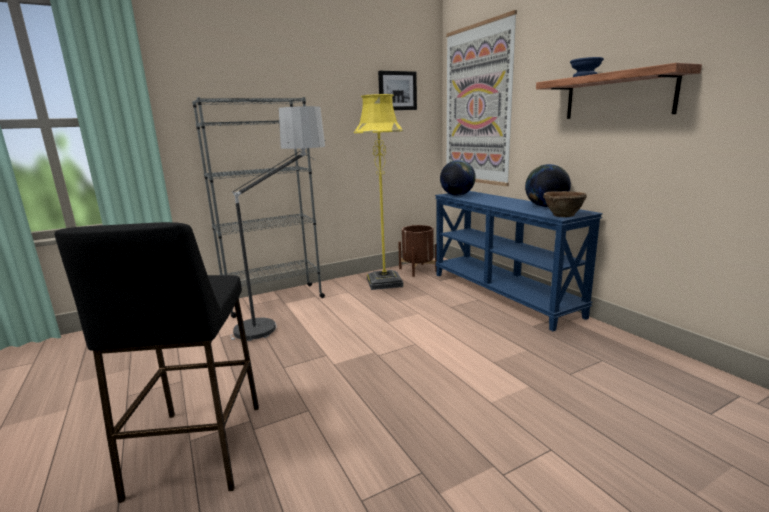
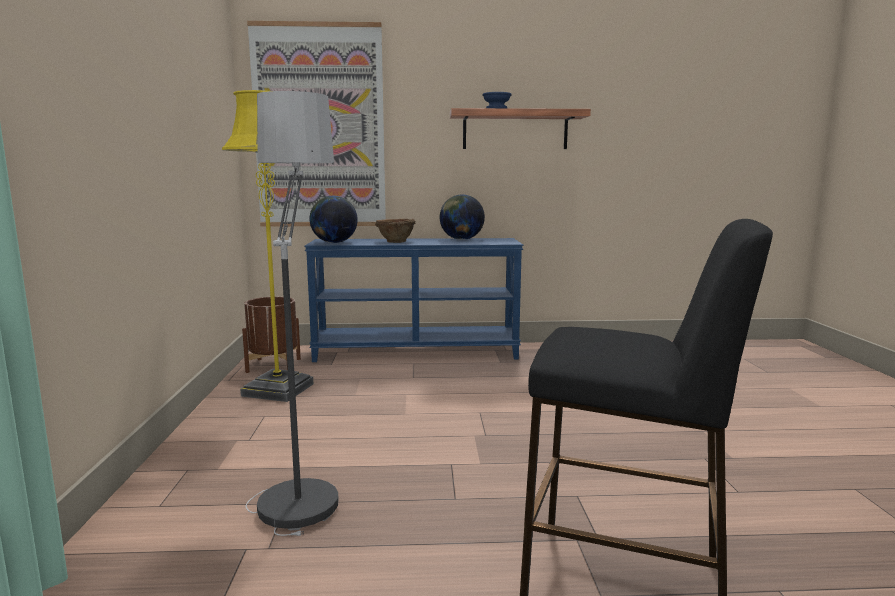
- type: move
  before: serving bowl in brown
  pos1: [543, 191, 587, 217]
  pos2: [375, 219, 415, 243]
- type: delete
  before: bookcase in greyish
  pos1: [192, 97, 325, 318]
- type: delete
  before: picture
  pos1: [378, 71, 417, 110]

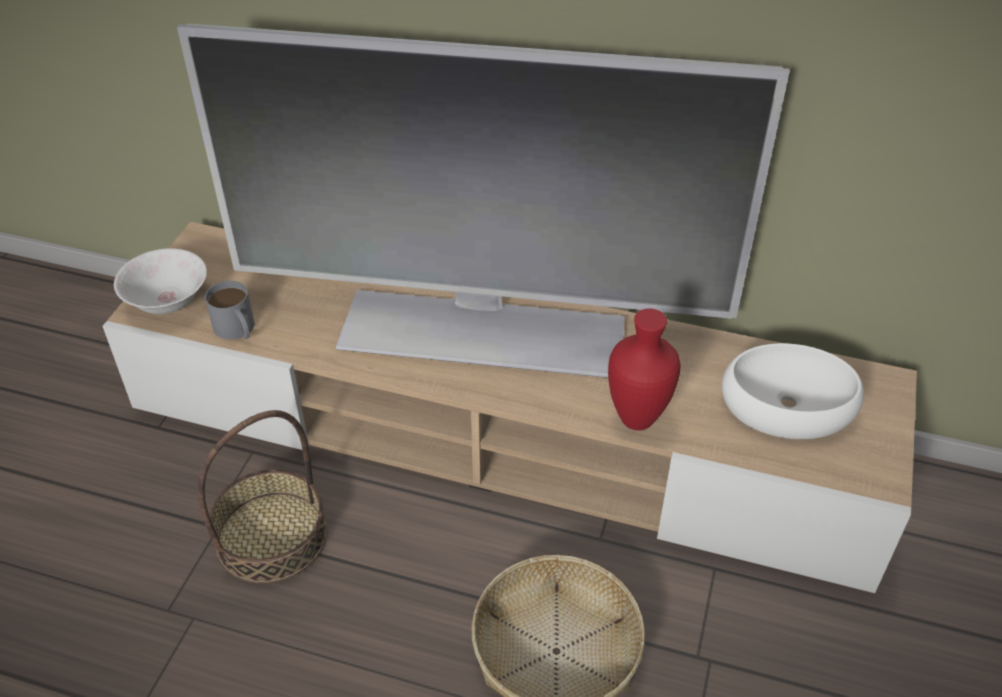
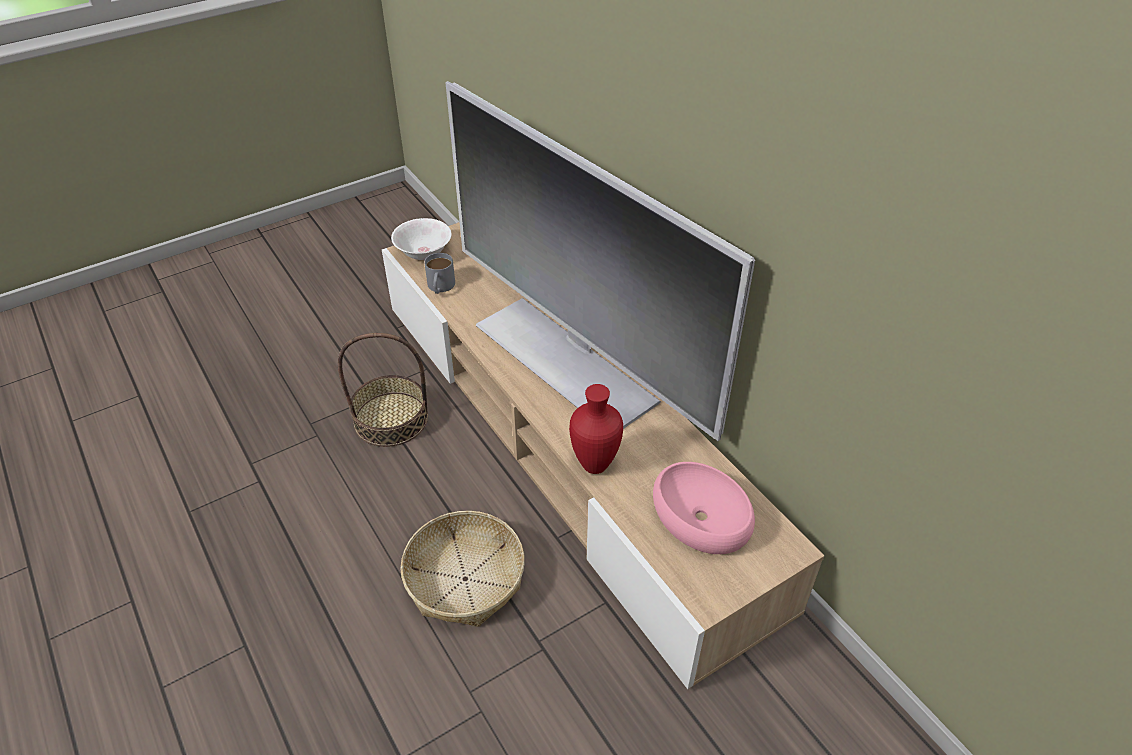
- type: recolor
  before: serving bowl in white-coloured
  after: serving bowl in pinkish
  pos1: [722, 343, 864, 439]
  pos2: [653, 462, 755, 554]

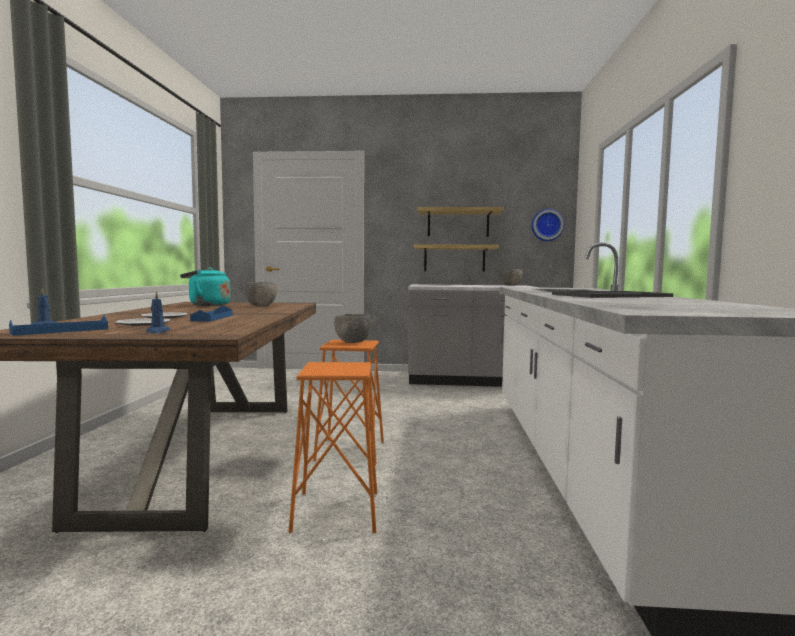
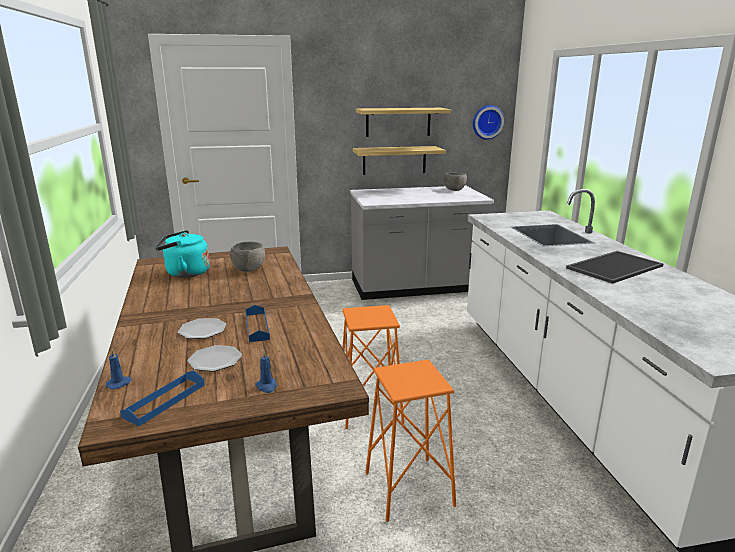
- type: delete
  before: serving bowl in greyish
  pos1: [334, 314, 371, 343]

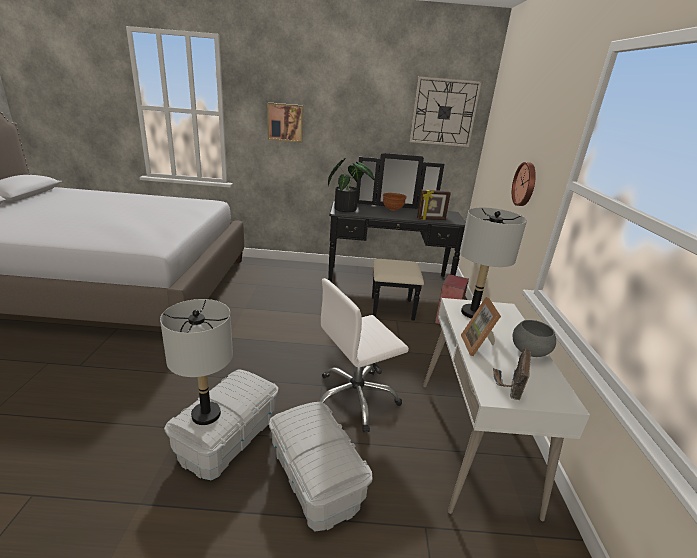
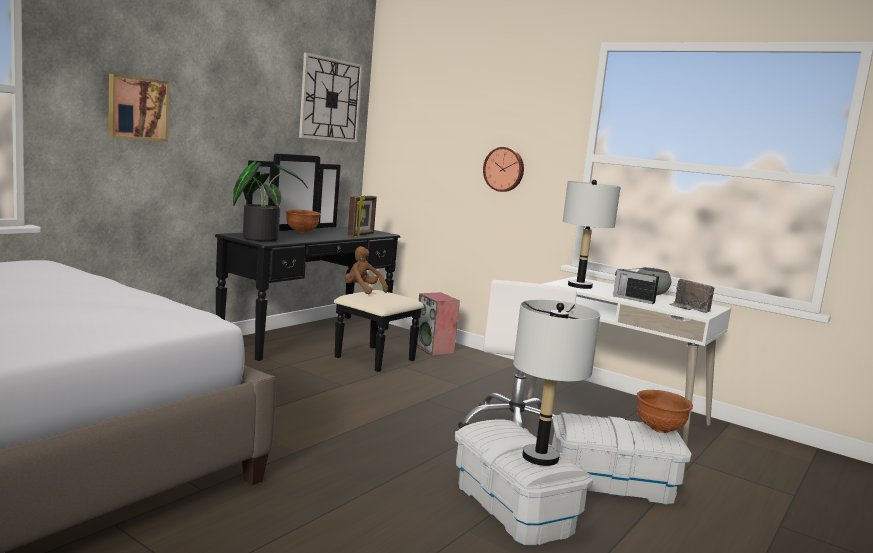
- type: insert
  after: plush toy in brown
  pos2: [345, 246, 388, 294]
- type: replace
  before: standing frame
  after: radio receiver
  pos1: [461, 297, 501, 356]
  pos2: [613, 267, 659, 304]
- type: insert
  after: serving bowl in brown
  pos2: [636, 390, 693, 433]

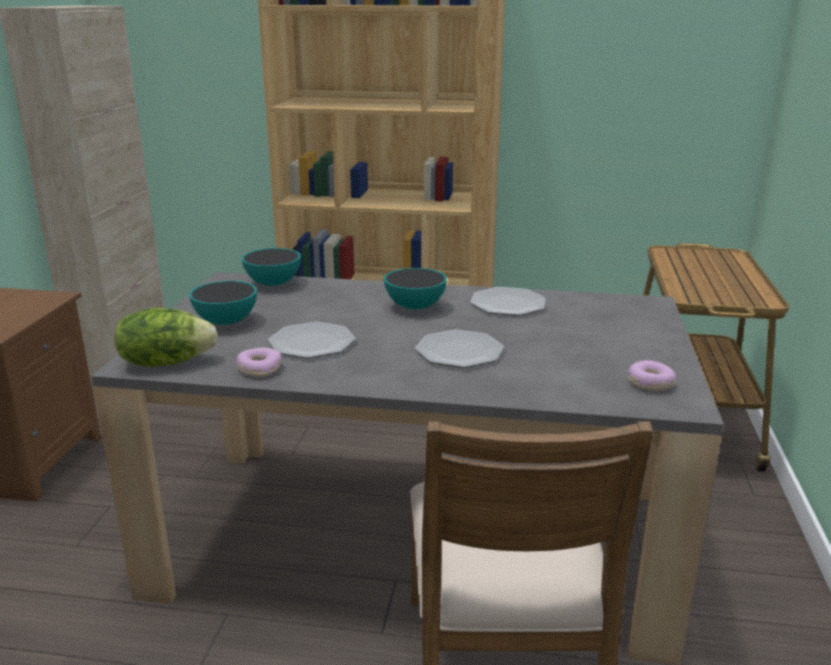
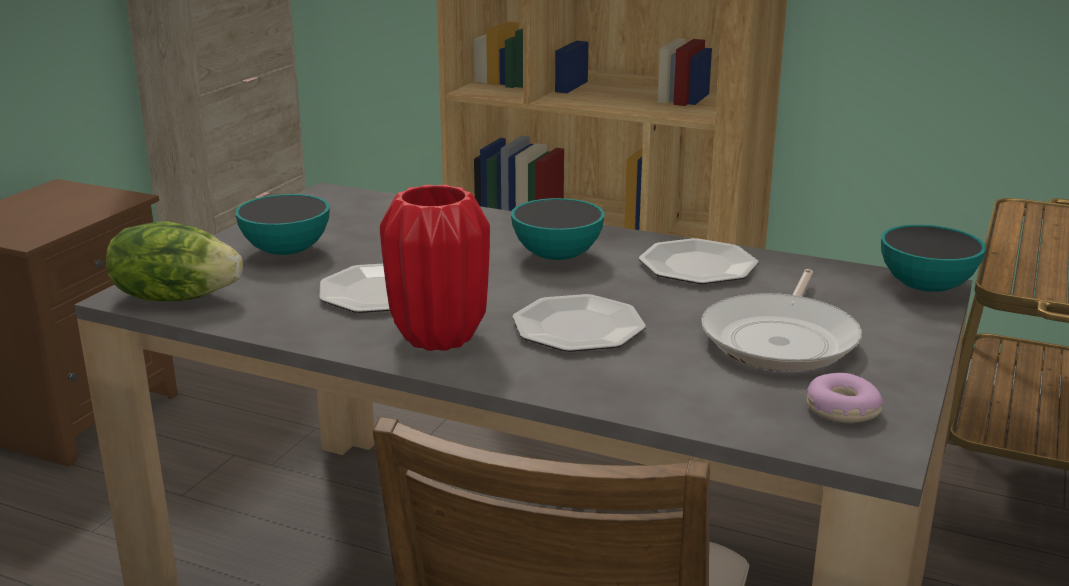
- type: insert
  after: flower vase in red-coloured
  pos2: [380, 184, 490, 351]
- type: insert
  after: frying pan
  pos2: [701, 269, 862, 371]
- type: move
  before: serving bowl
  pos1: [242, 248, 301, 286]
  pos2: [881, 225, 986, 292]
- type: delete
  before: doughnut
  pos1: [236, 348, 282, 377]

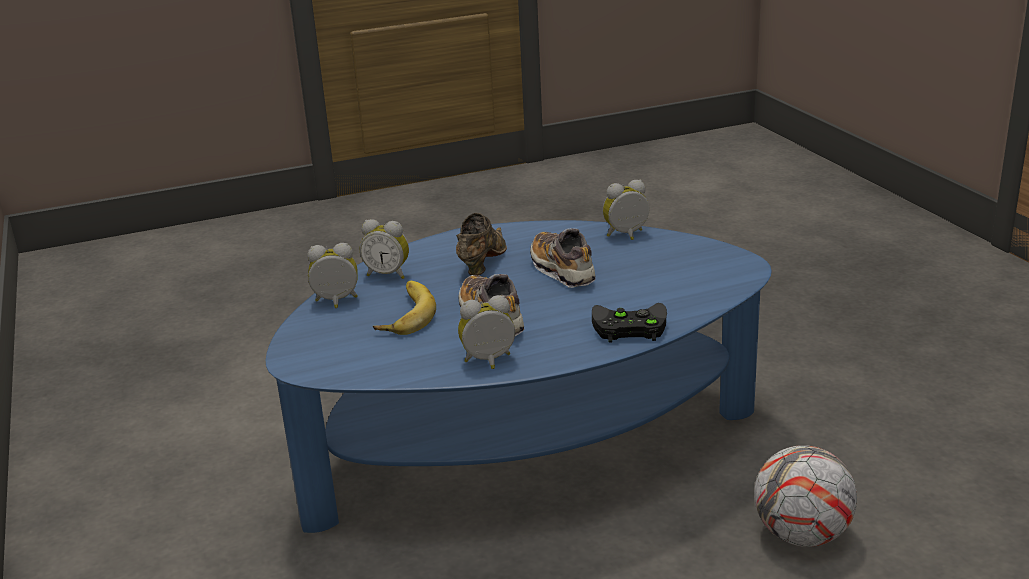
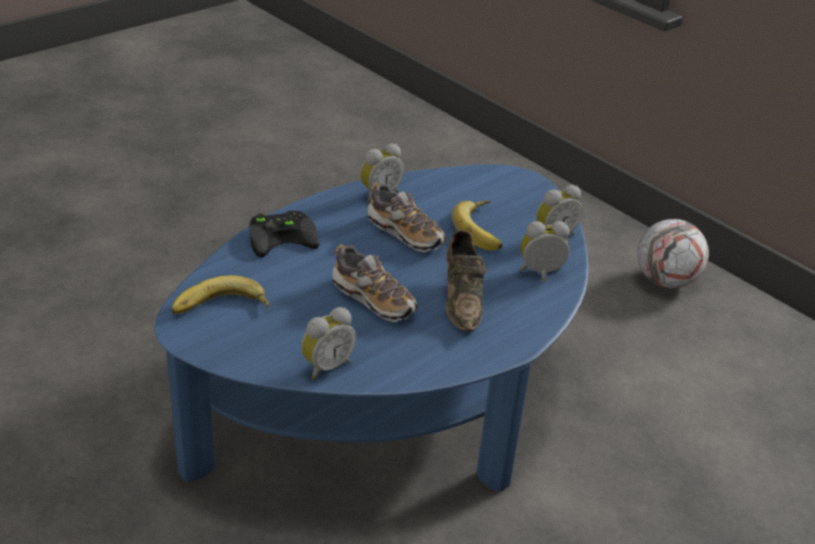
- type: insert
  after: whole banana
  pos2: [171, 275, 269, 314]
- type: move
  before: football
  pos1: [754, 445, 857, 547]
  pos2: [637, 219, 709, 288]

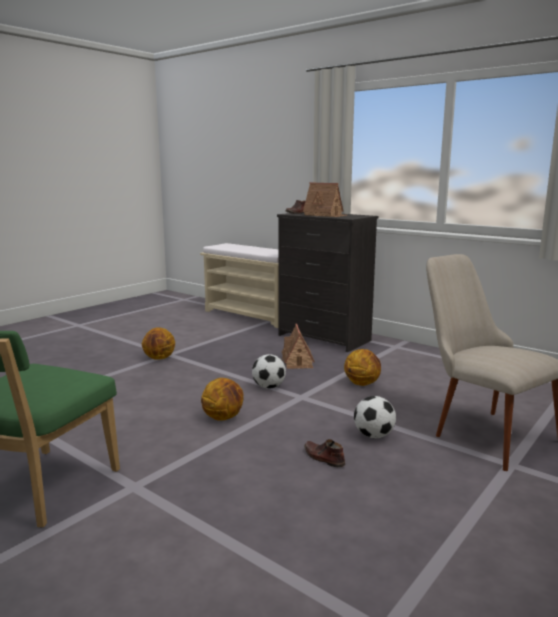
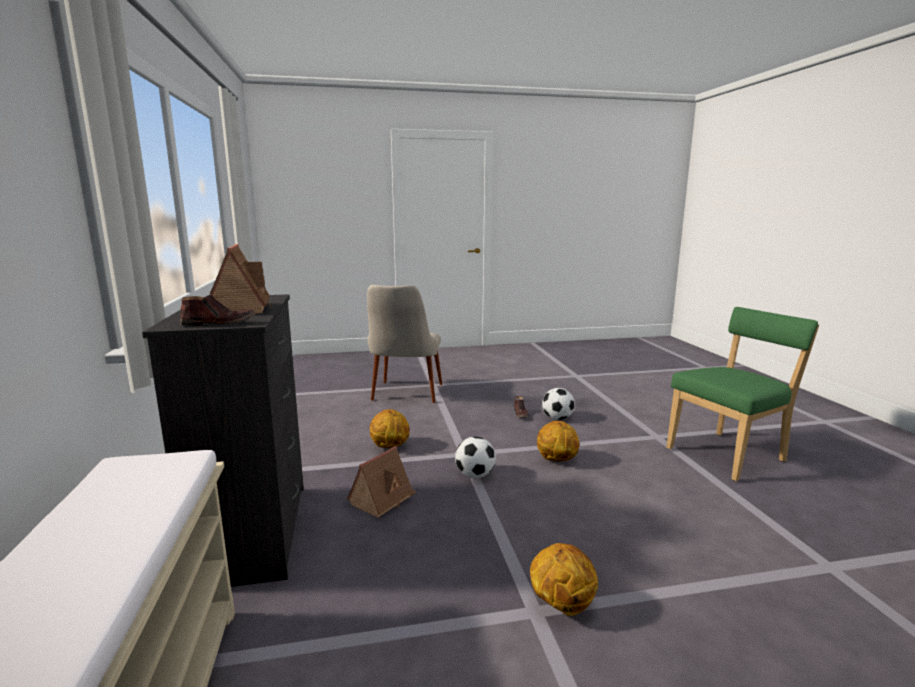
- type: move
  before: football
  pos1: [354, 396, 396, 438]
  pos2: [542, 388, 575, 420]

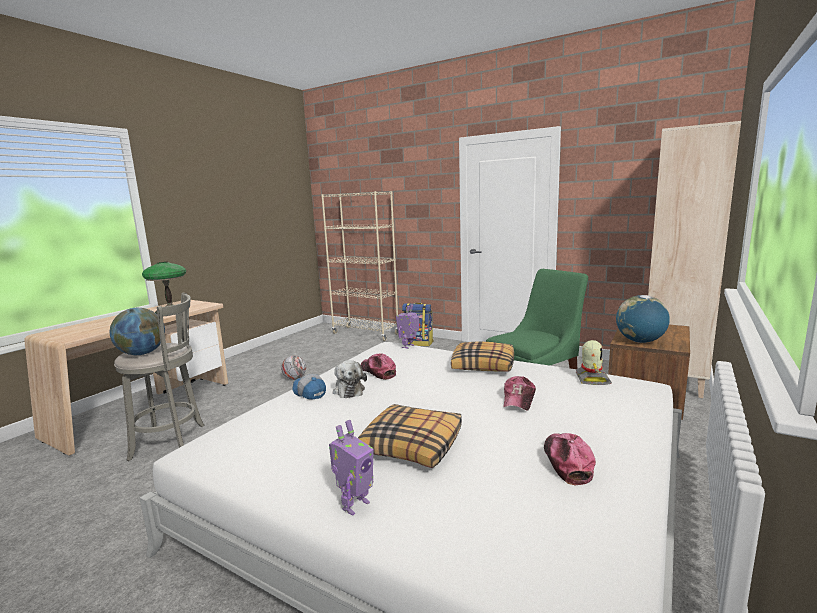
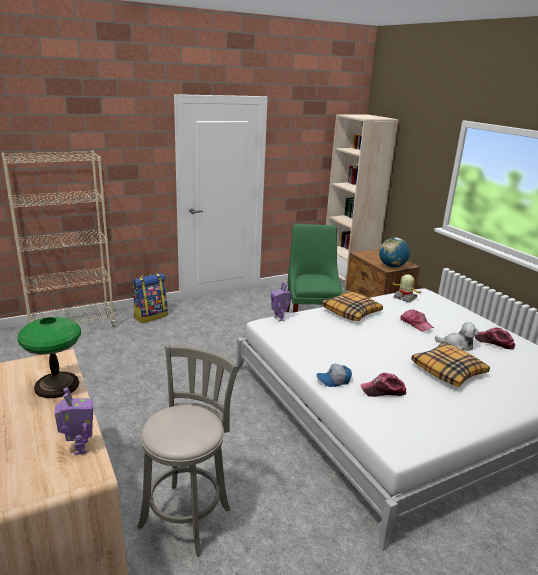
- type: move
  before: toy robot
  pos1: [329, 420, 374, 516]
  pos2: [55, 388, 93, 455]
- type: move
  before: cap
  pos1: [361, 354, 396, 380]
  pos2: [360, 373, 406, 397]
- type: move
  before: plush toy
  pos1: [333, 360, 367, 398]
  pos2: [435, 322, 479, 351]
- type: delete
  before: world globe
  pos1: [109, 308, 165, 355]
- type: delete
  before: football
  pos1: [281, 355, 306, 380]

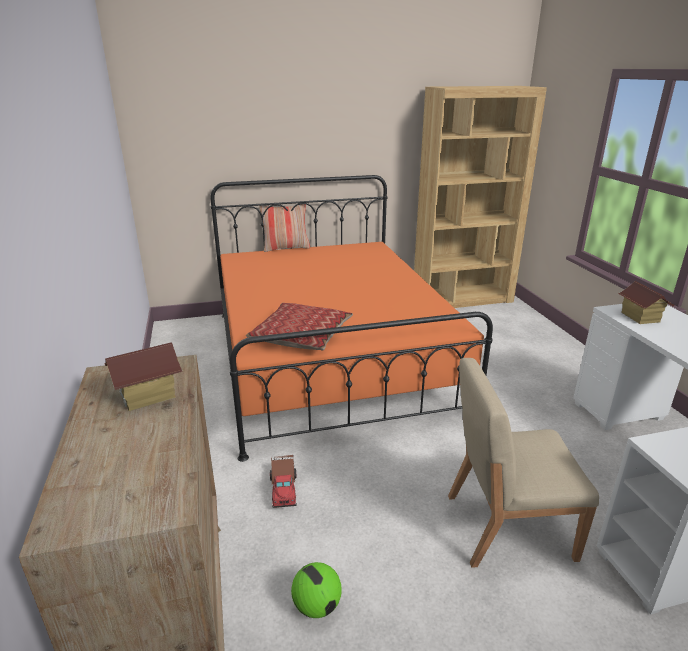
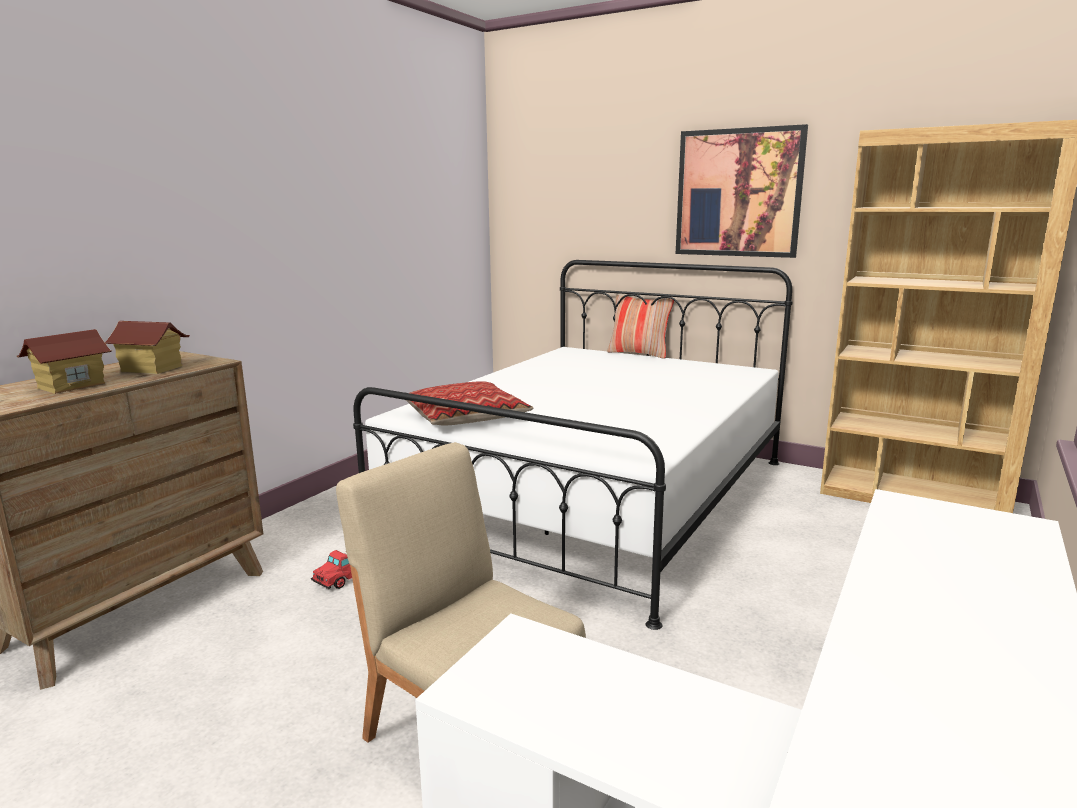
- type: move
  before: miniature house
  pos1: [618, 281, 675, 324]
  pos2: [17, 329, 112, 394]
- type: recolor
  before: sleeping bed in orange
  after: sleeping bed in white-coloured
  pos1: [210, 175, 493, 462]
  pos2: [353, 260, 792, 630]
- type: insert
  after: picture
  pos2: [676, 124, 808, 258]
- type: delete
  before: football
  pos1: [291, 562, 342, 618]

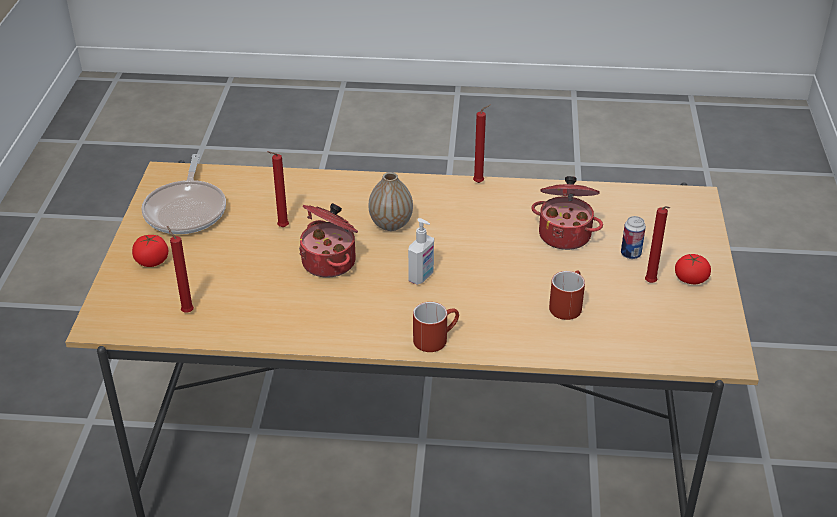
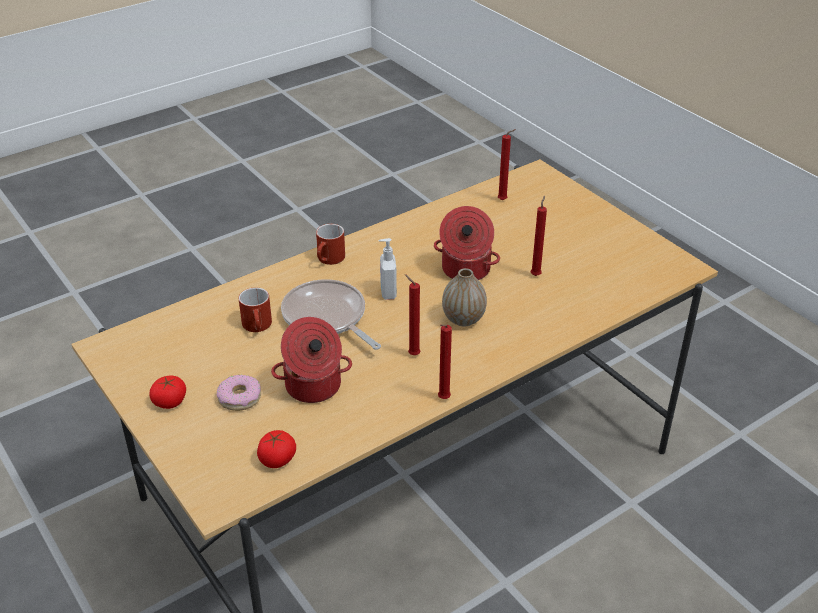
- type: replace
  before: sealed can
  after: doughnut
  pos1: [621, 216, 646, 259]
  pos2: [217, 375, 261, 411]
- type: move
  before: tomato
  pos1: [132, 235, 168, 267]
  pos2: [257, 430, 296, 468]
- type: move
  before: frying pan
  pos1: [141, 154, 226, 234]
  pos2: [281, 279, 381, 350]
- type: move
  before: wax light in red-coloured
  pos1: [645, 206, 670, 283]
  pos2: [405, 274, 421, 355]

